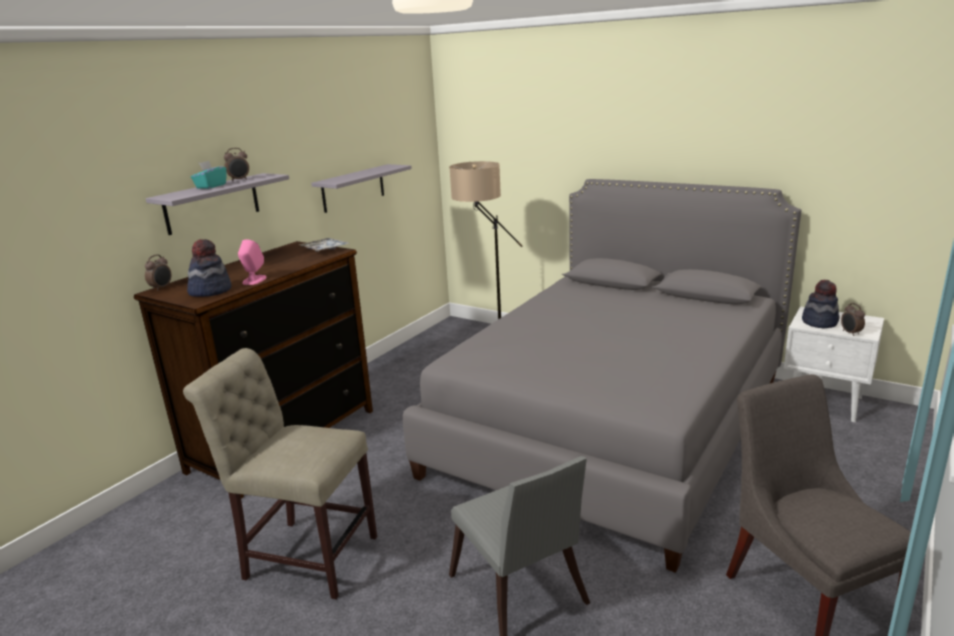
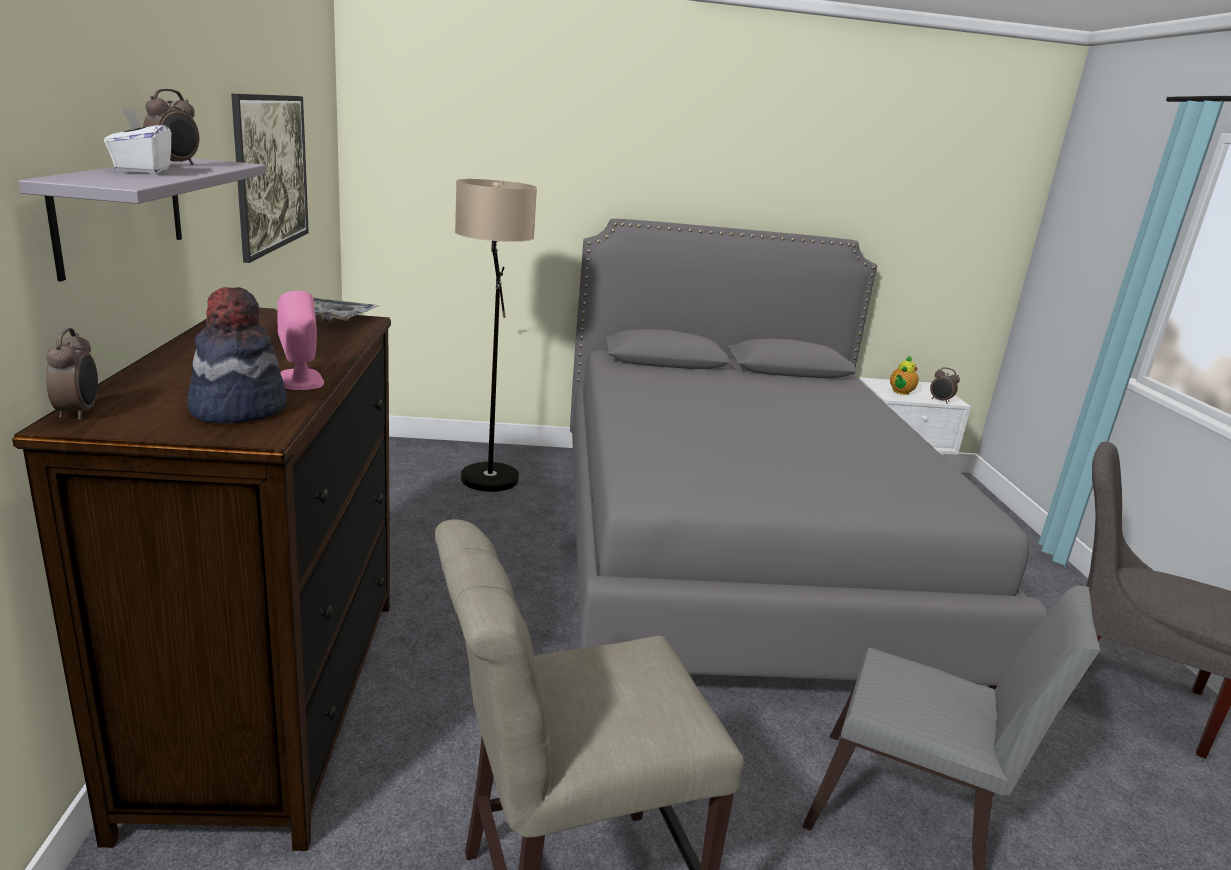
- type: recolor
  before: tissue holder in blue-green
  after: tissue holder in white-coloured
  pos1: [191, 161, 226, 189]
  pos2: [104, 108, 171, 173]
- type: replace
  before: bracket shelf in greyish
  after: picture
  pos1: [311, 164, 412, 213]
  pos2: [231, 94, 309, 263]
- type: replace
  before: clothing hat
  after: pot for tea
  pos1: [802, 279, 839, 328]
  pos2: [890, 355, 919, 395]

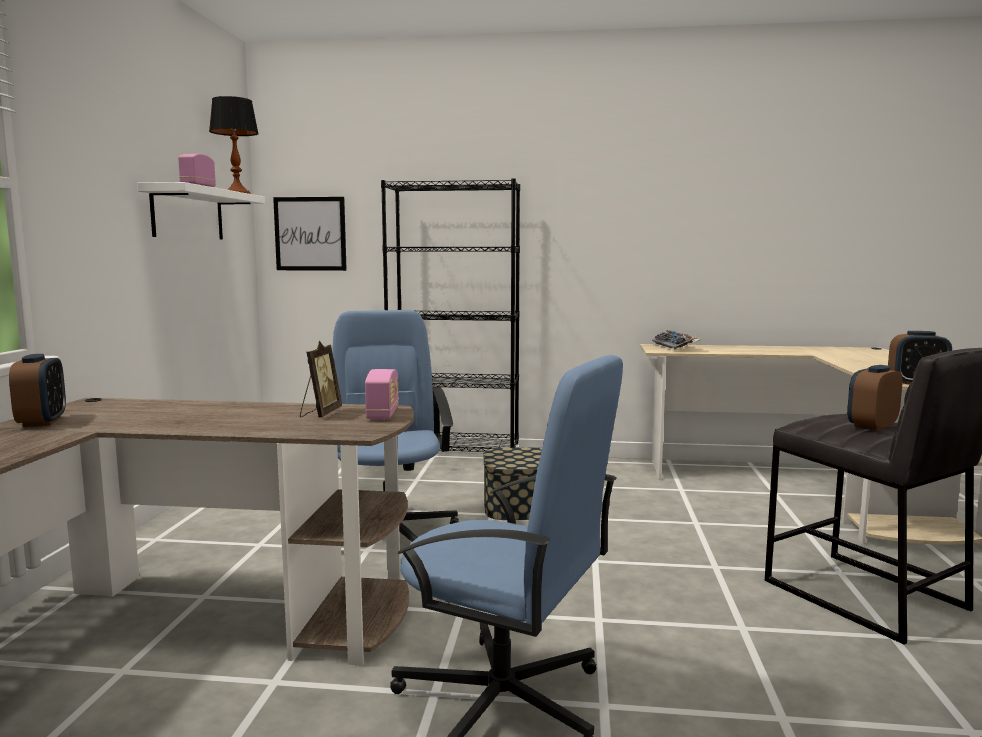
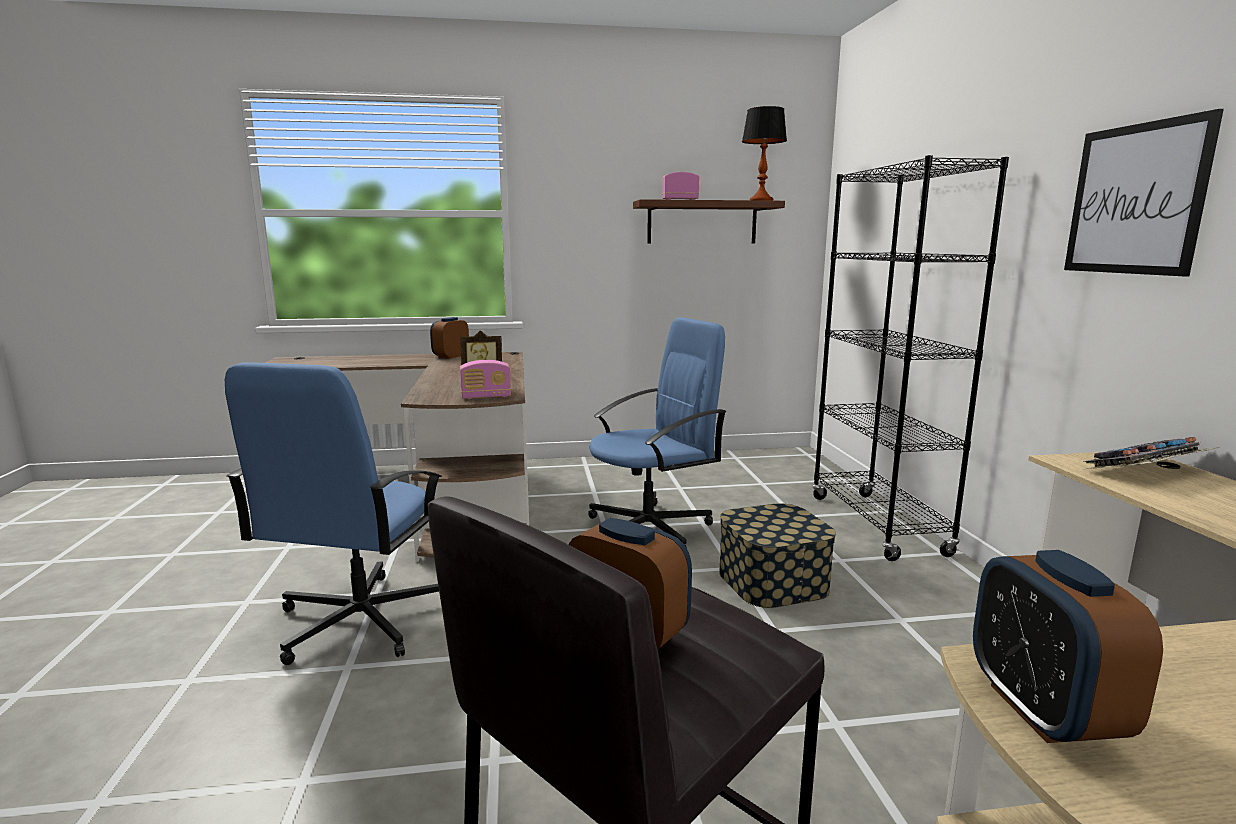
- type: rotate
  before: alarm clock
  pos1: [9, 354, 66, 427]
  pos2: [430, 317, 469, 359]
  turn: 150
- type: recolor
  before: bracket shelf in white-coloured
  after: bracket shelf in brown
  pos1: [137, 182, 265, 239]
  pos2: [633, 199, 785, 244]
- type: move
  before: picture
  pos1: [273, 197, 347, 271]
  pos2: [1064, 109, 1224, 277]

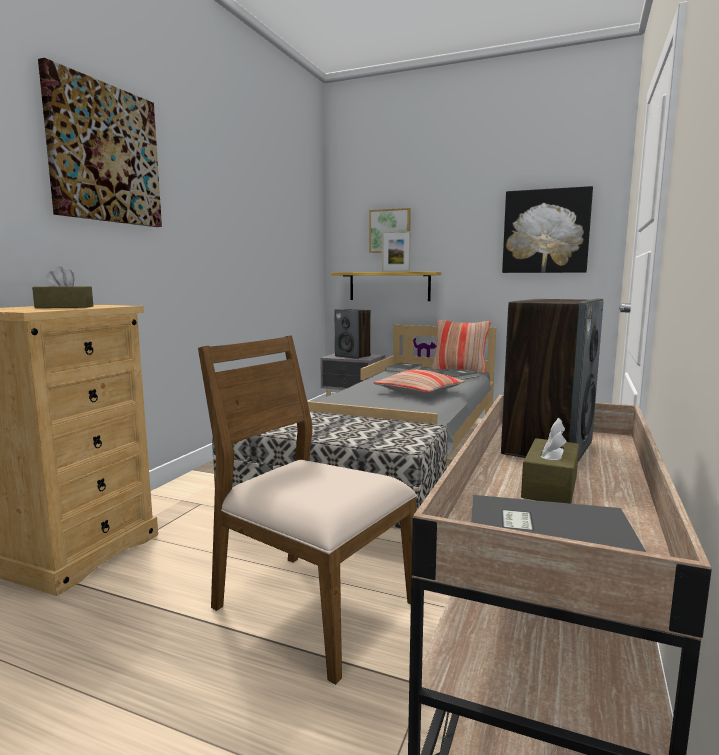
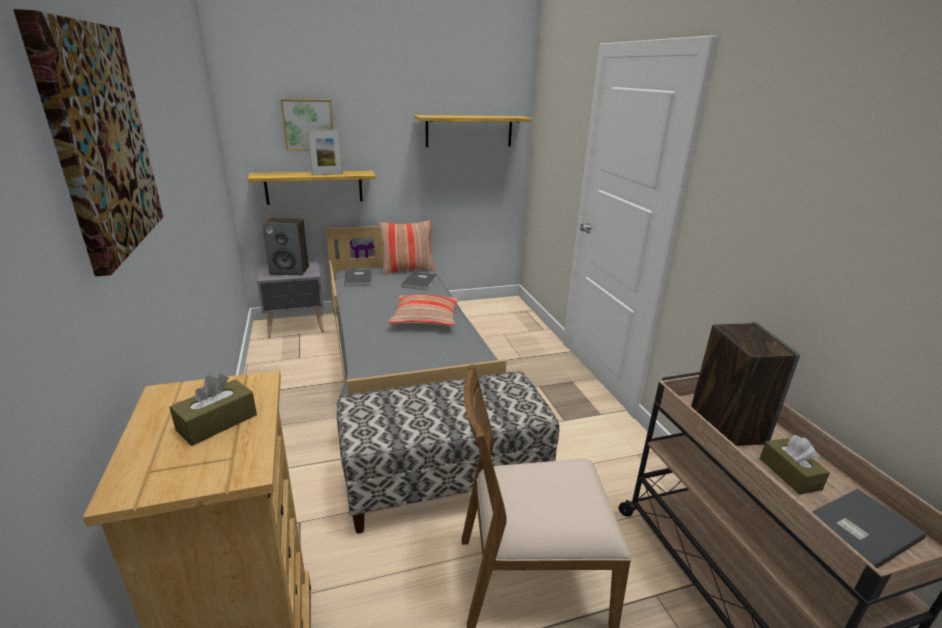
- type: replace
  before: picture
  after: bracket shelf
  pos1: [502, 186, 593, 273]
  pos2: [414, 115, 532, 147]

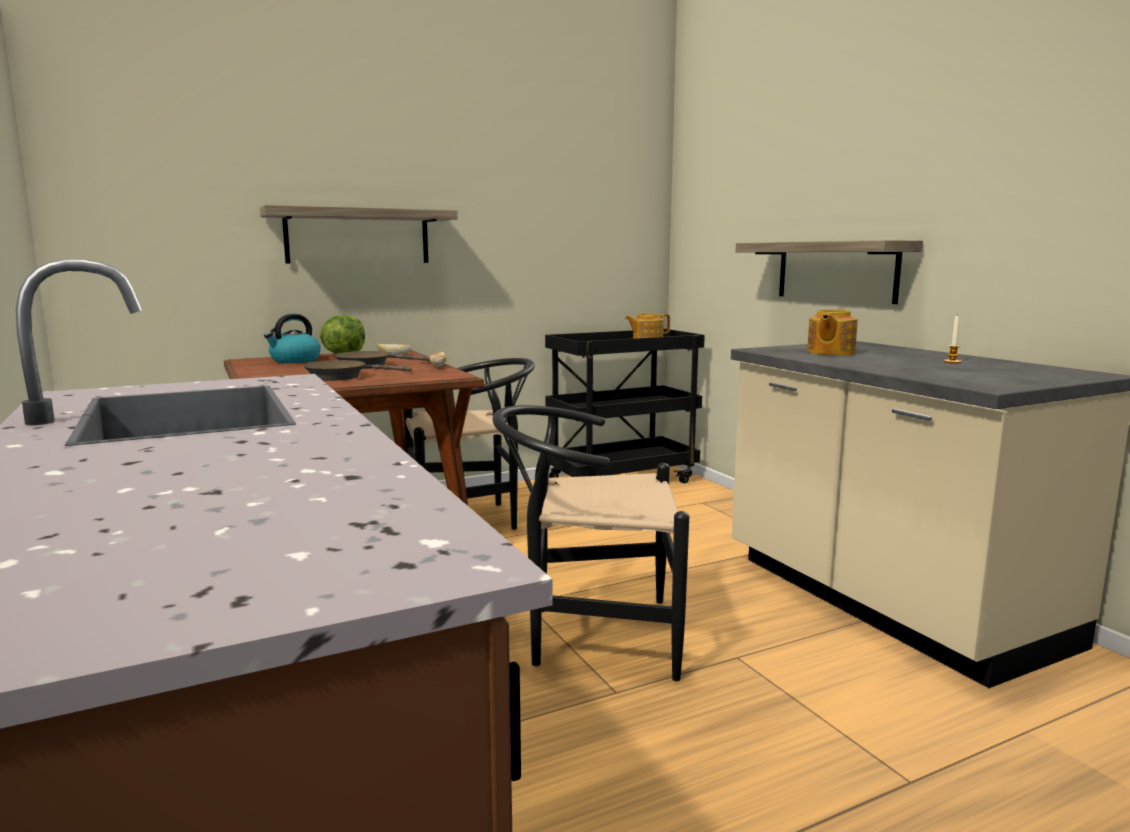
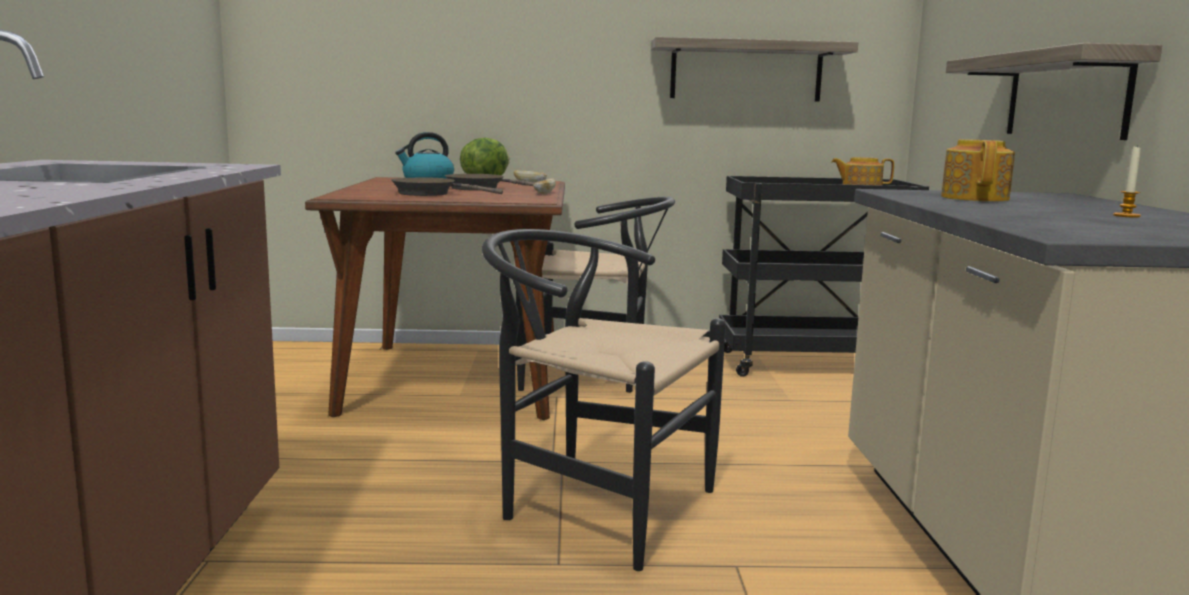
- type: move
  before: bracket shelf
  pos1: [260, 205, 458, 263]
  pos2: [651, 37, 858, 102]
- type: rotate
  before: pot for tea
  pos1: [807, 309, 858, 355]
  pos2: [941, 139, 1015, 202]
  turn: 135

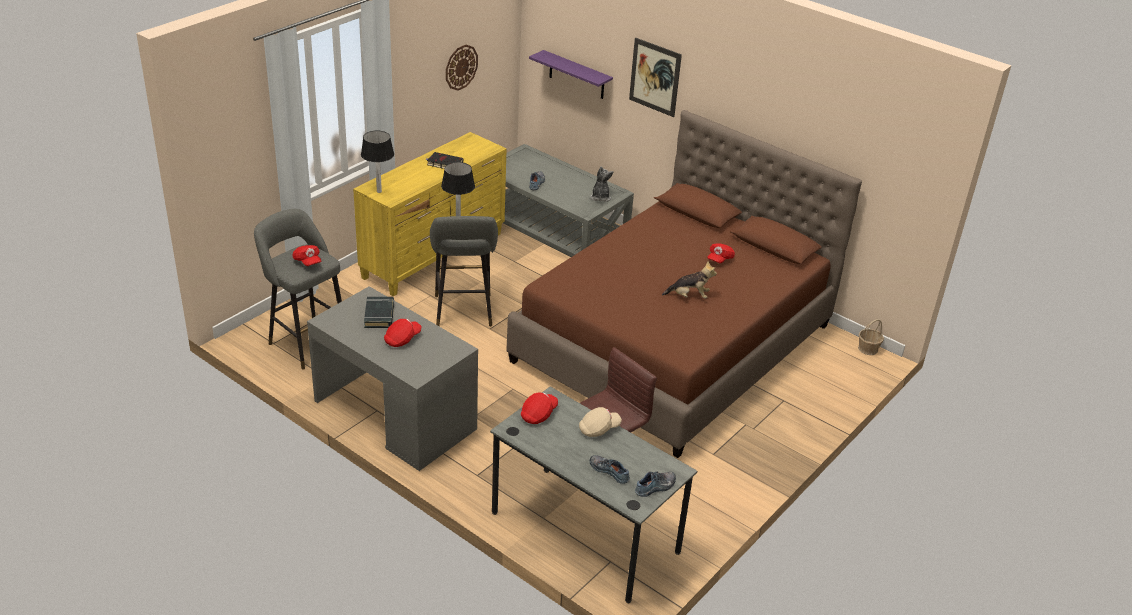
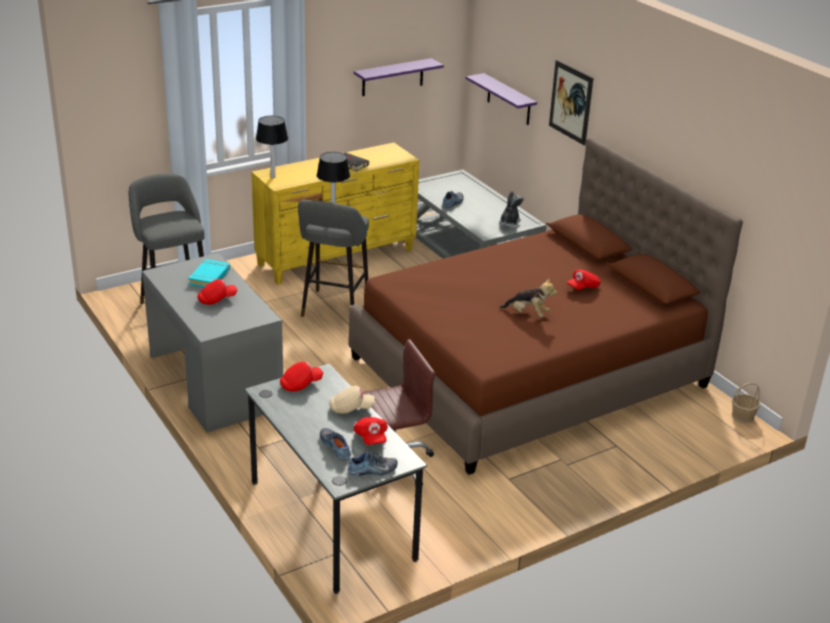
- type: recolor
  before: volume in black-coloured
  after: volume in blue-green
  pos1: [364, 297, 394, 328]
  pos2: [188, 259, 230, 287]
- type: replace
  before: hanging clock
  after: bracket shelf in purplish
  pos1: [446, 45, 478, 90]
  pos2: [354, 58, 444, 96]
- type: move
  before: cap in red-coloured
  pos1: [292, 245, 321, 266]
  pos2: [354, 417, 388, 445]

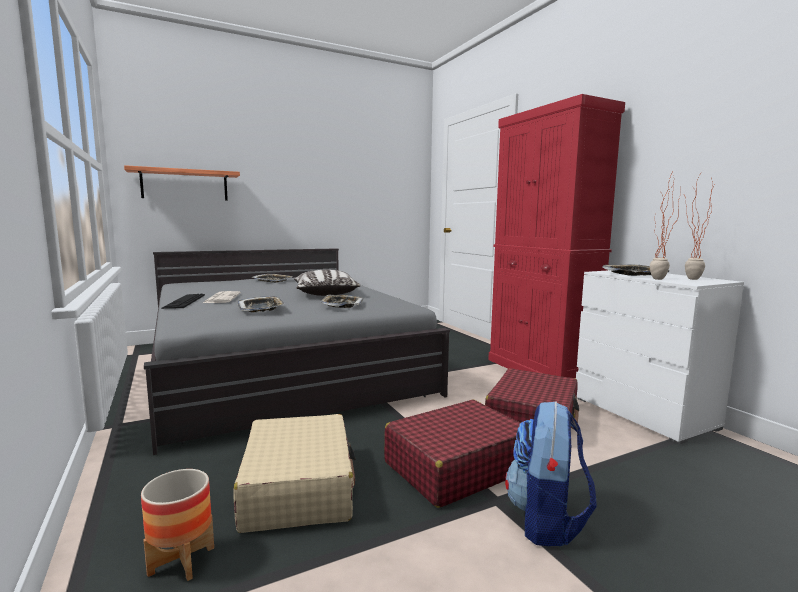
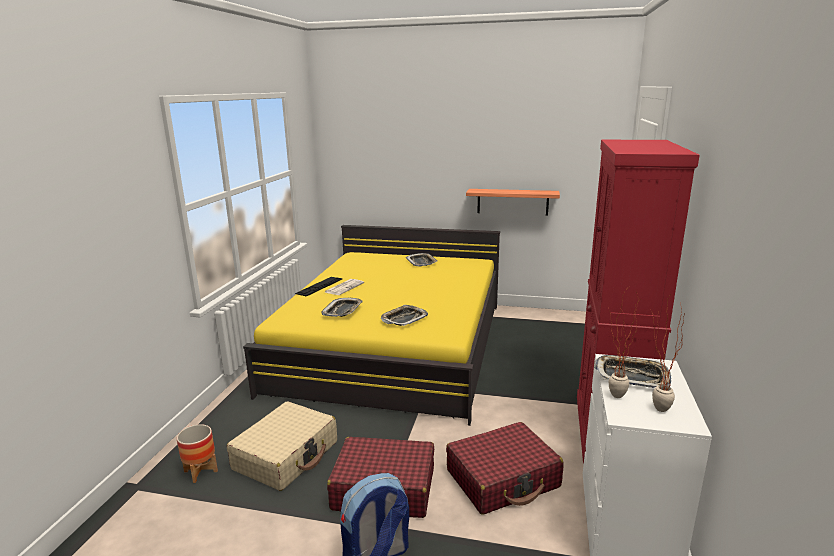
- type: recolor
  before: sleeping bed in greyish
  after: sleeping bed in yellow-coloured
  pos1: [144, 248, 450, 455]
  pos2: [243, 225, 500, 426]
- type: move
  before: bracket shelf
  pos1: [124, 165, 240, 201]
  pos2: [466, 189, 560, 216]
- type: delete
  before: pillow
  pos1: [294, 269, 361, 296]

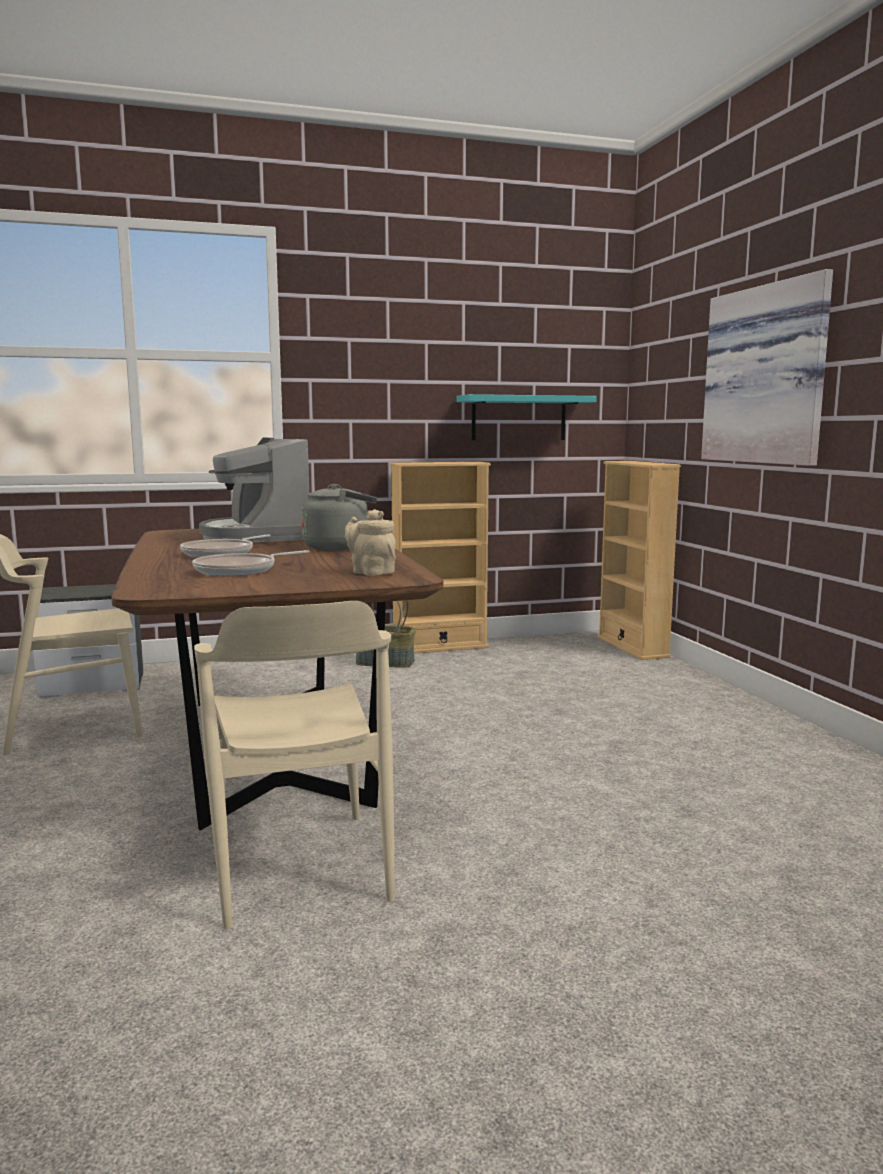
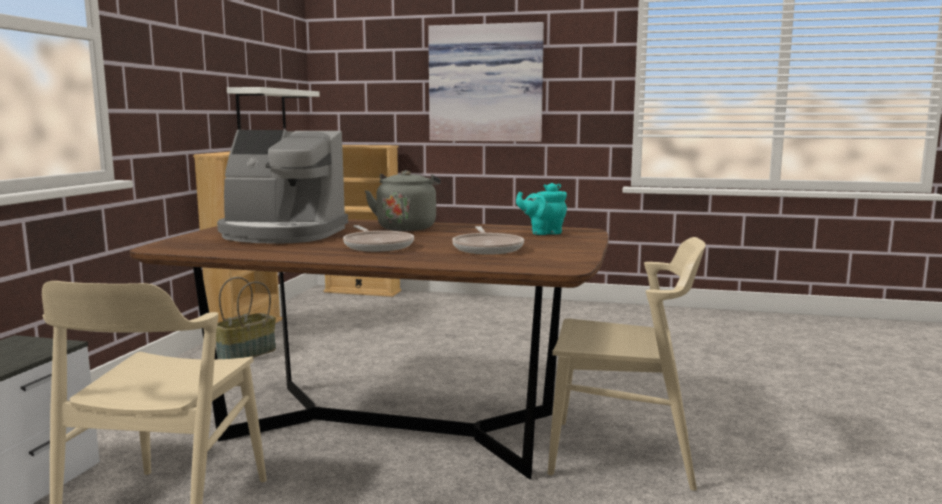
- type: recolor
  before: bracket shelf in blue-green
  after: bracket shelf in white-coloured
  pos1: [456, 394, 597, 440]
  pos2: [227, 87, 320, 130]
- type: recolor
  before: pot for tea in beige-coloured
  after: pot for tea in blue-green
  pos1: [345, 509, 396, 576]
  pos2: [516, 183, 567, 235]

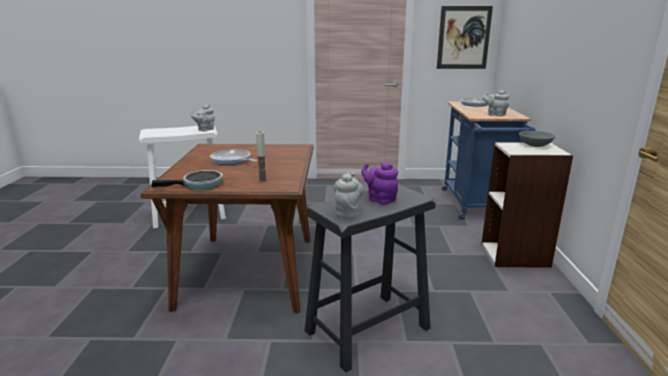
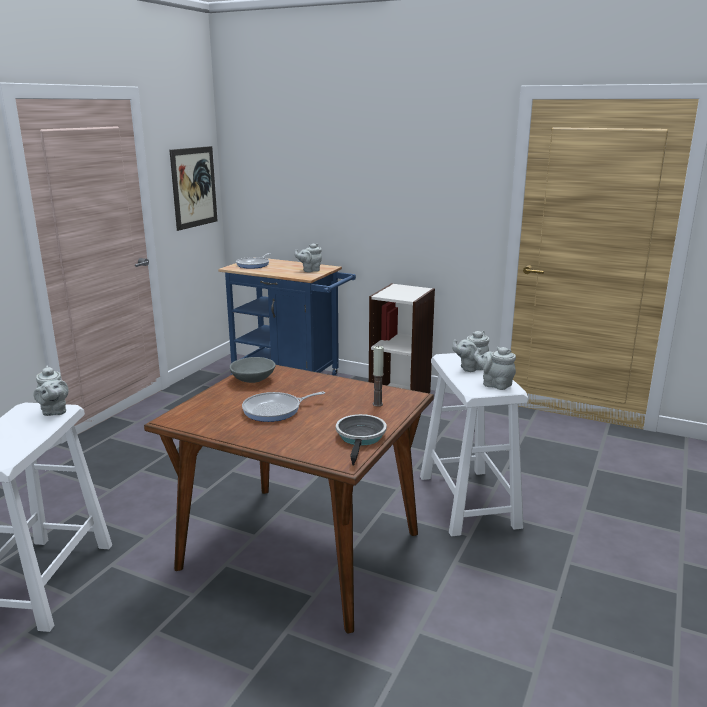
- type: move
  before: serving bowl in greyish
  pos1: [519, 131, 555, 147]
  pos2: [230, 357, 276, 383]
- type: recolor
  before: stool in black-coloured
  after: stool in white-coloured
  pos1: [305, 184, 436, 372]
  pos2: [420, 353, 528, 536]
- type: recolor
  before: pot for tea in purplish
  after: pot for tea in greyish
  pos1: [361, 162, 398, 205]
  pos2: [452, 331, 490, 372]

